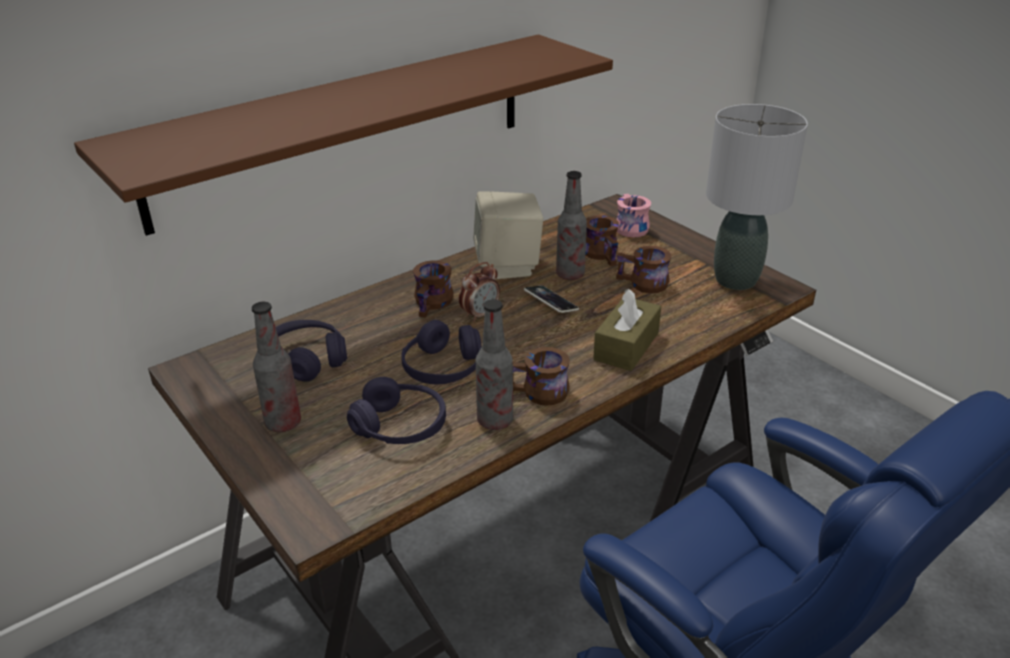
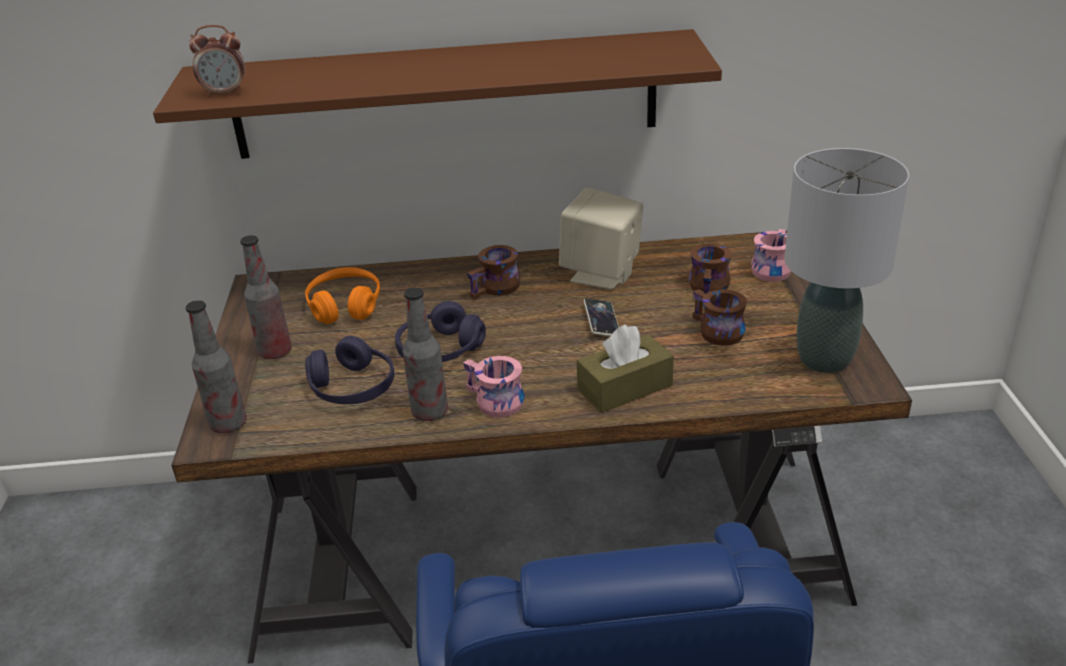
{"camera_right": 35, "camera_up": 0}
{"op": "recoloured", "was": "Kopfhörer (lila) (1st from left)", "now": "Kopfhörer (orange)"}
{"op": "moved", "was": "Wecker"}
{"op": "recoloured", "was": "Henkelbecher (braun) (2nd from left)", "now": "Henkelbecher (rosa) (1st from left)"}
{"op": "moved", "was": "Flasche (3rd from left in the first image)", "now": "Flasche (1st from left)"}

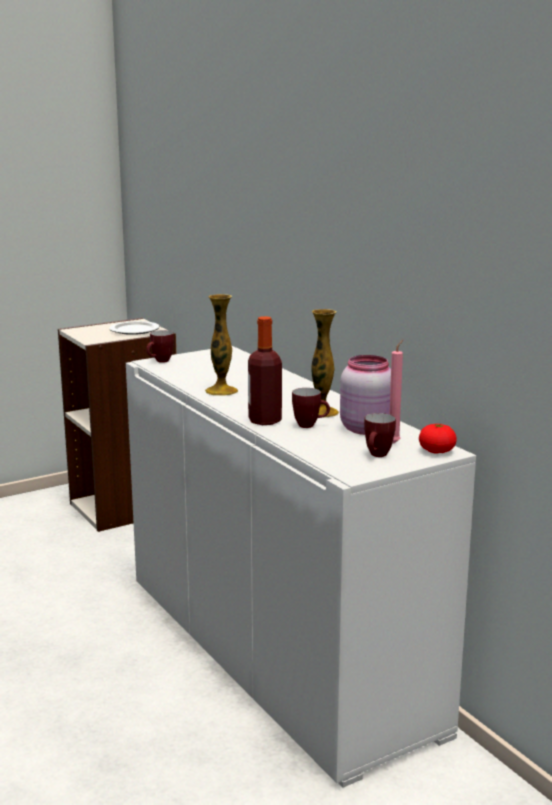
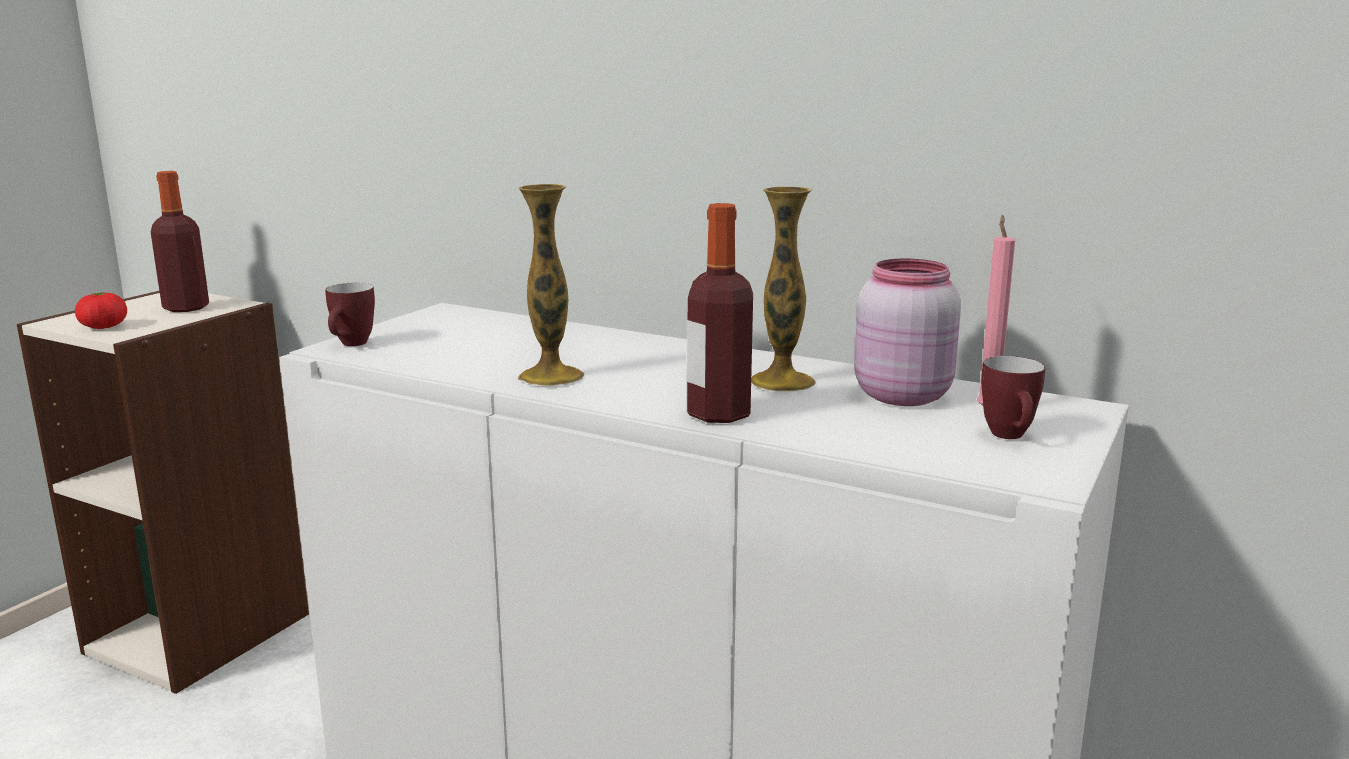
{"camera_right": -30, "camera_up": 0}
{"op": "replaced", "was": "Teller", "now": "Flasche (1st from left)"}
{"op": "removed", "was": "Henkelbecher (2nd from left)"}
{"op": "moved", "was": "Tomate"}

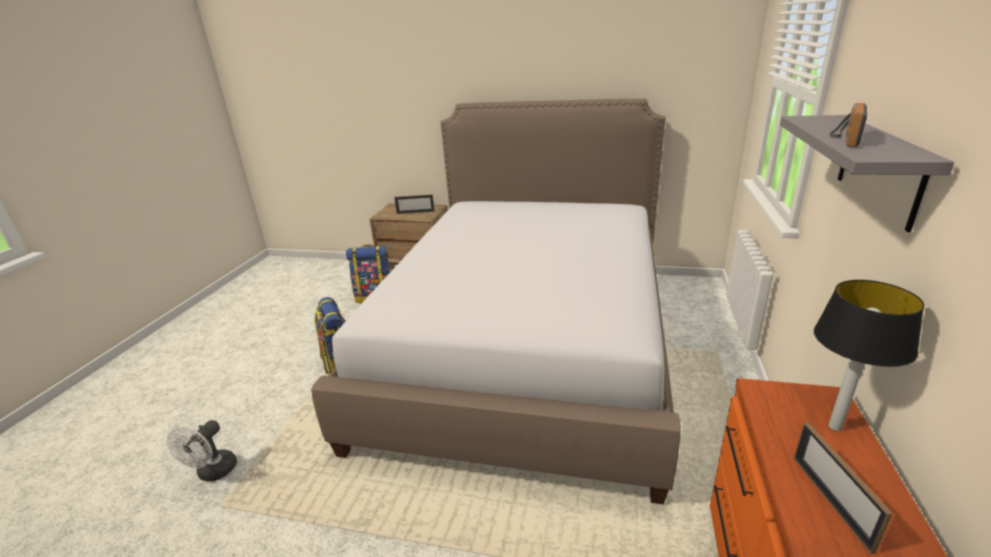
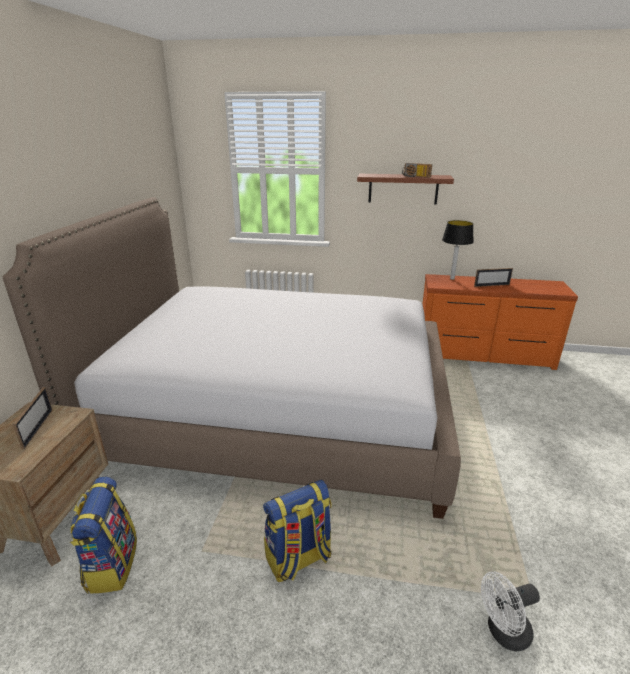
{"camera_right": -95, "camera_up": 0}
{"op": "turned", "was": "Ventilator (weiß)", "clockwise": 150}
{"op": "recoloured", "was": "Wandregal (grau)", "now": "Wandregal (braun)"}

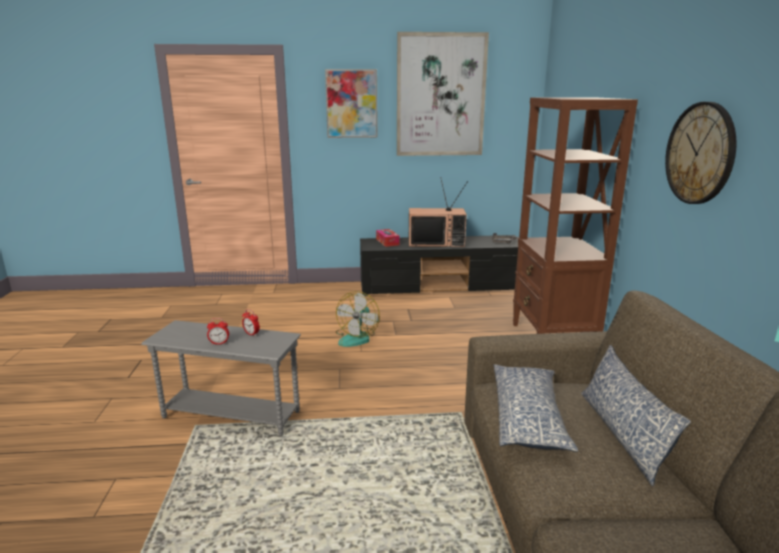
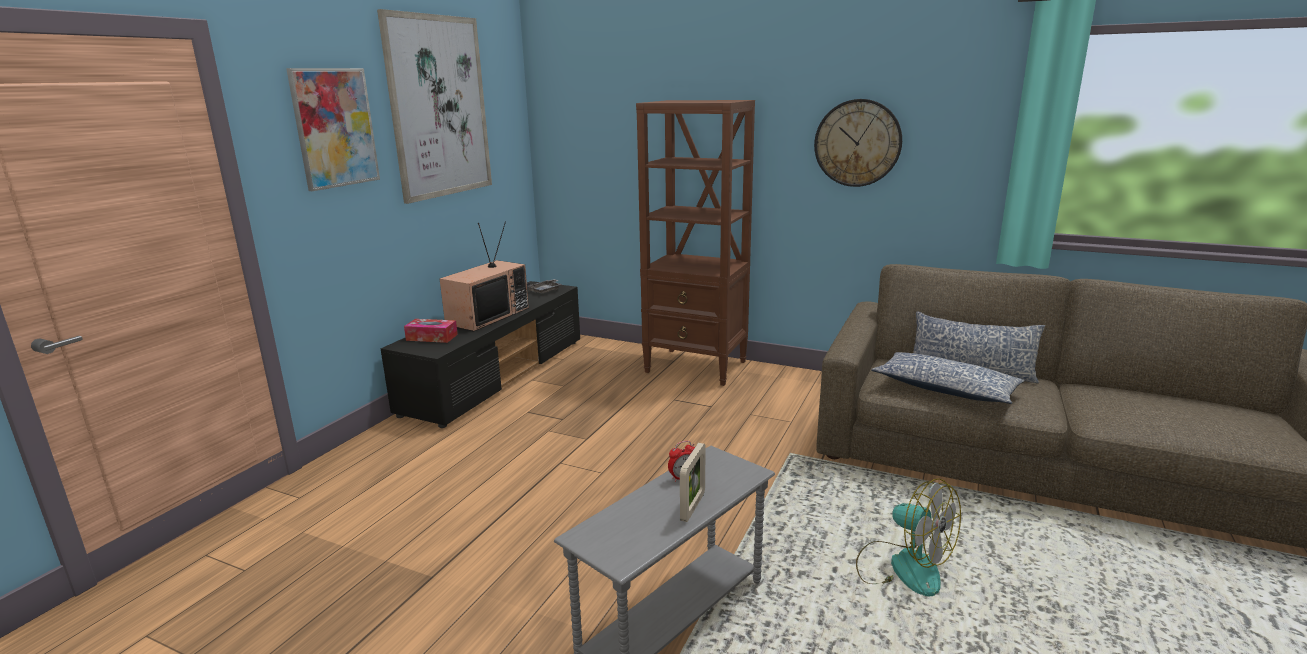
{"camera_right": -60, "camera_up": 0}
{"op": "replaced", "was": "Wecker (1st from left)", "now": "Bilderrahmen"}
{"op": "moved", "was": "Ventilator"}

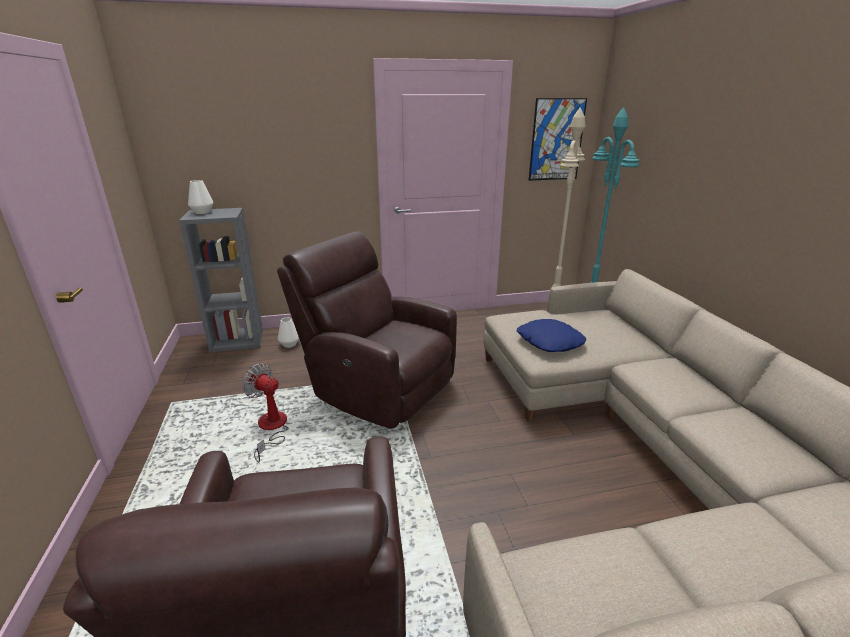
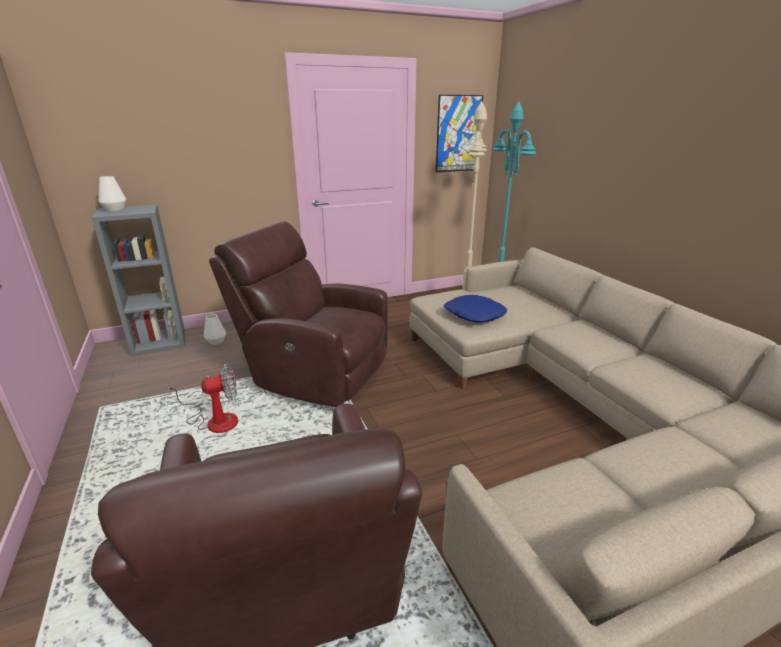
{"camera_right": -10, "camera_up": 0}
{"op": "turned", "was": "Ventilator", "clockwise": 135}

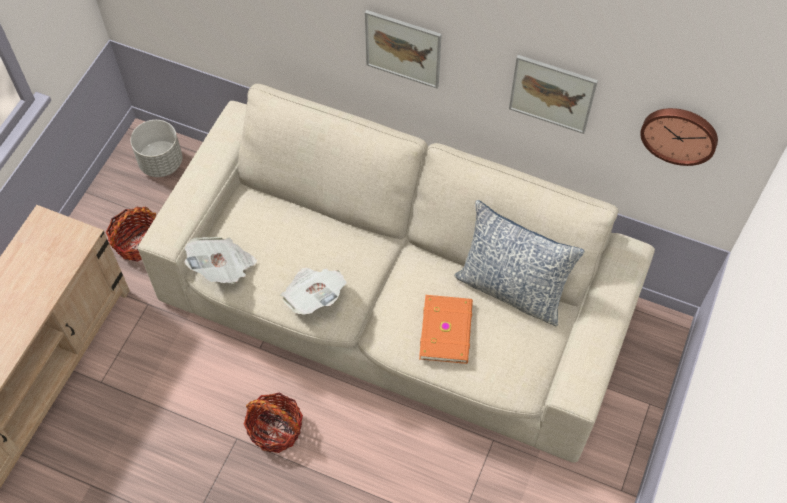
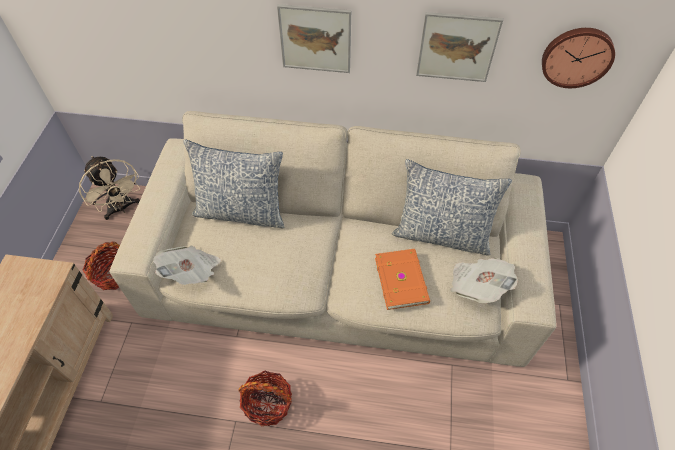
{"camera_right": -15, "camera_up": -5}
{"op": "replaced", "was": "Pflanzkübel (grau)", "now": "Ventilator (beige)"}
{"op": "moved", "was": "Zeitung (2nd from left)"}
{"op": "added", "now": "Kissen (1st from left)"}

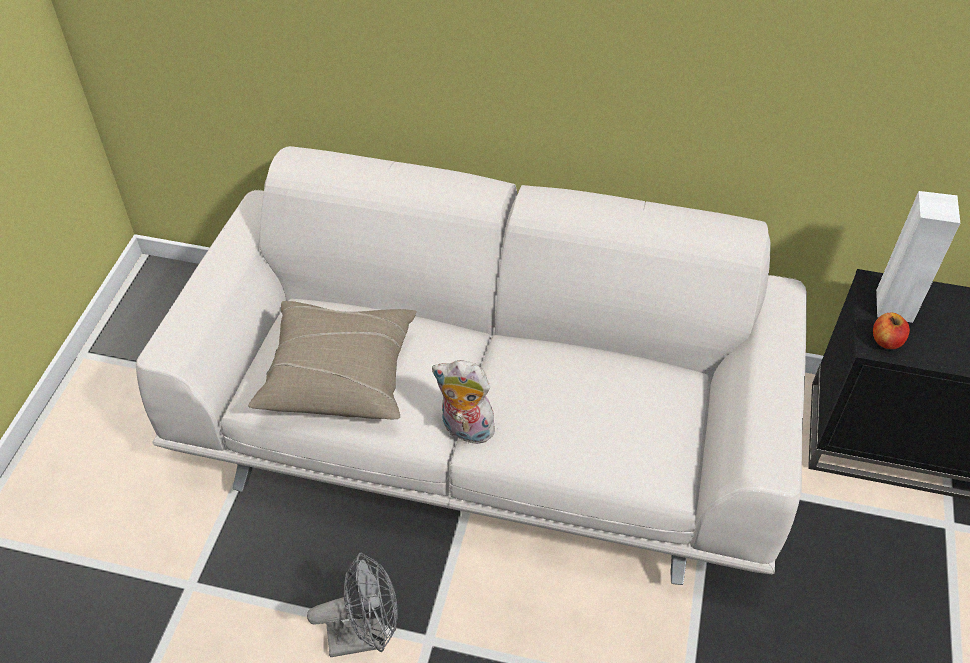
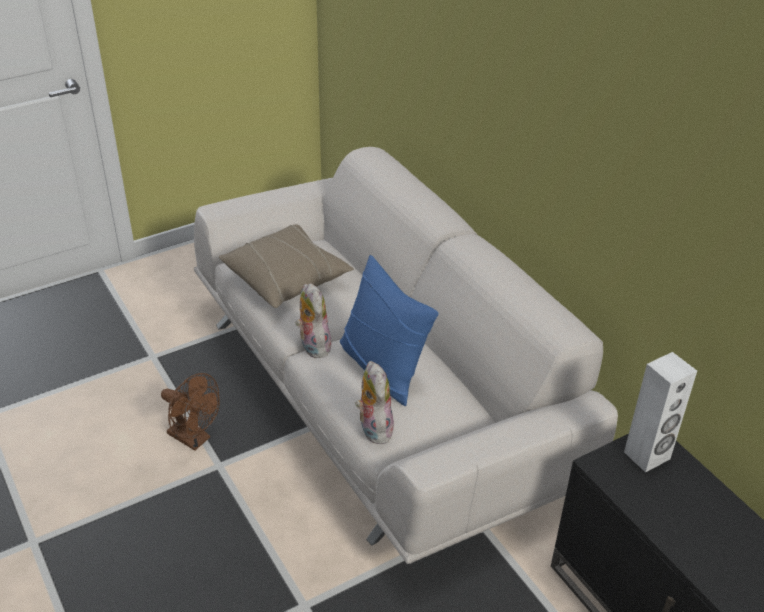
{"camera_right": 45, "camera_up": -10}
{"op": "recoloured", "was": "Ventilator (grau)", "now": "Ventilator (braun)"}
{"op": "removed", "was": "Apfel"}
{"op": "added", "now": "Kissen (blau)"}
{"op": "added", "now": "Plüschtier (2nd from left)"}

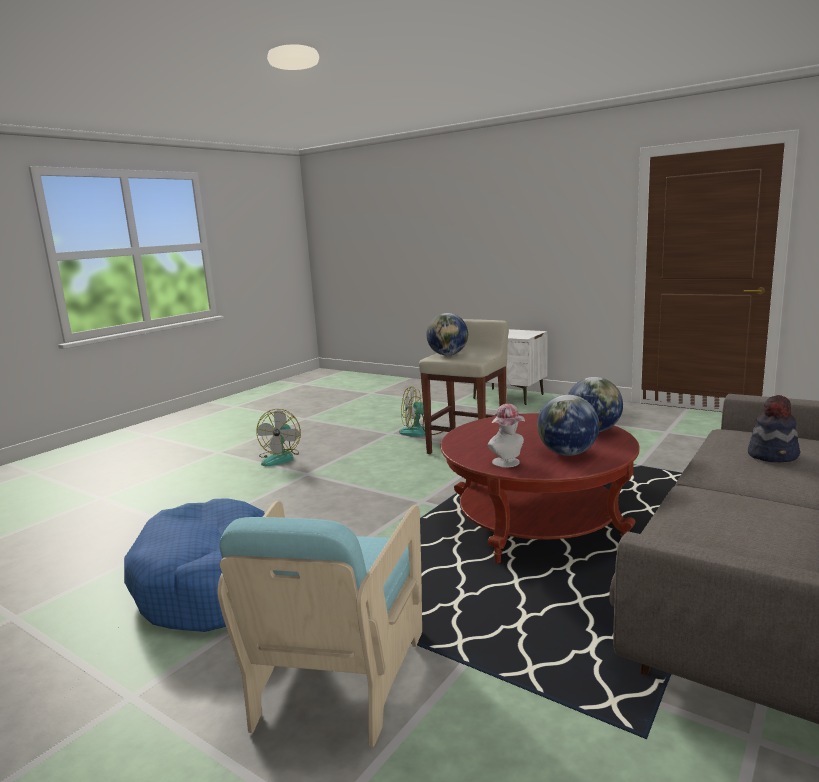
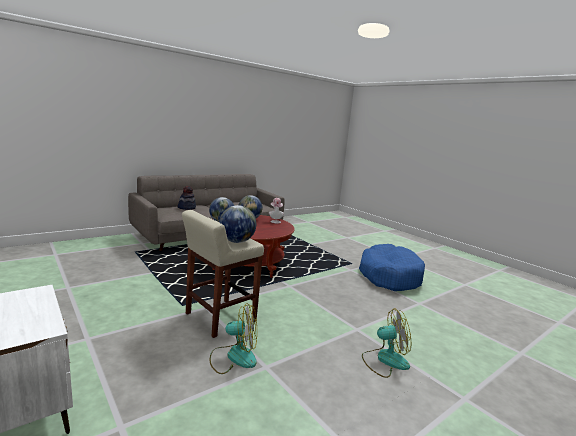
{"camera_right": -165, "camera_up": 0}
{"op": "removed", "was": "Sessel (türkis)"}
{"op": "turned", "was": "Ventilator (1st from left in the first image)", "clockwise": 60}

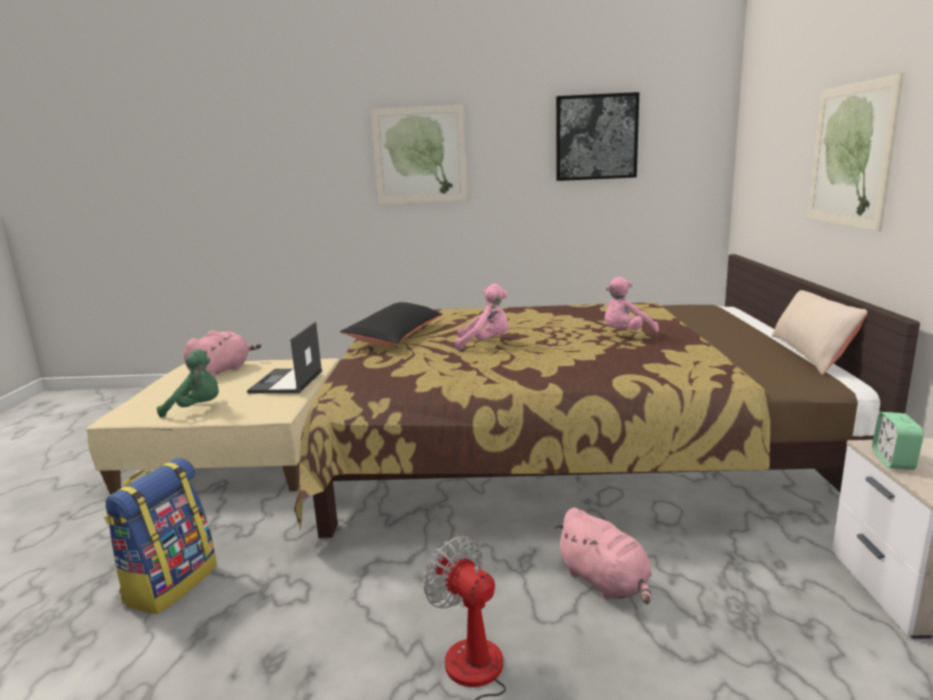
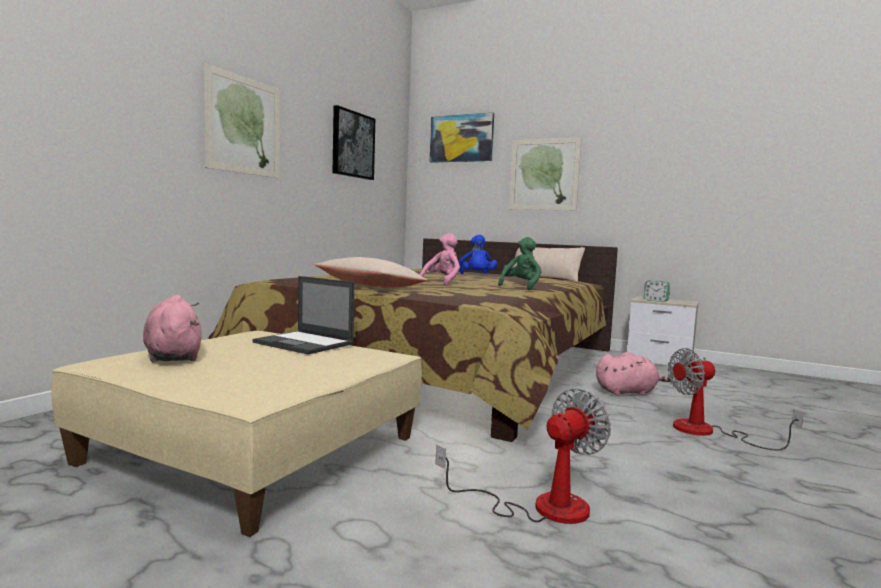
{"camera_right": -65, "camera_up": -10}
{"op": "replaced", "was": "Rucksack", "now": "Ventilator (1st from left)"}
{"op": "moved", "was": "Plüschtier (grün)"}
{"op": "recoloured", "was": "Kissen (schwarz)", "now": "Kissen (beige) (1st from left)"}
{"op": "recoloured", "was": "Plüschtier (rosa) (4th from left)", "now": "Plüschtier (blau)"}
{"op": "added", "now": "Bild (3rd from left)"}

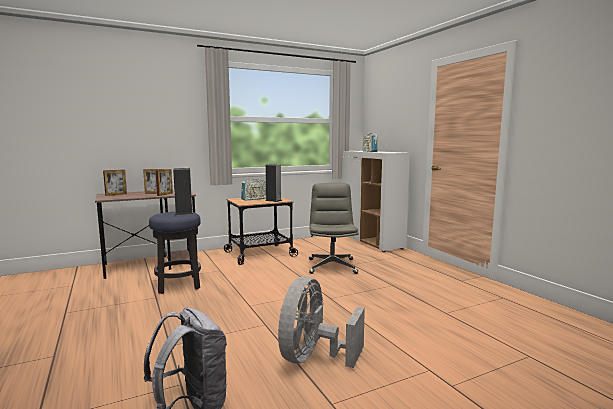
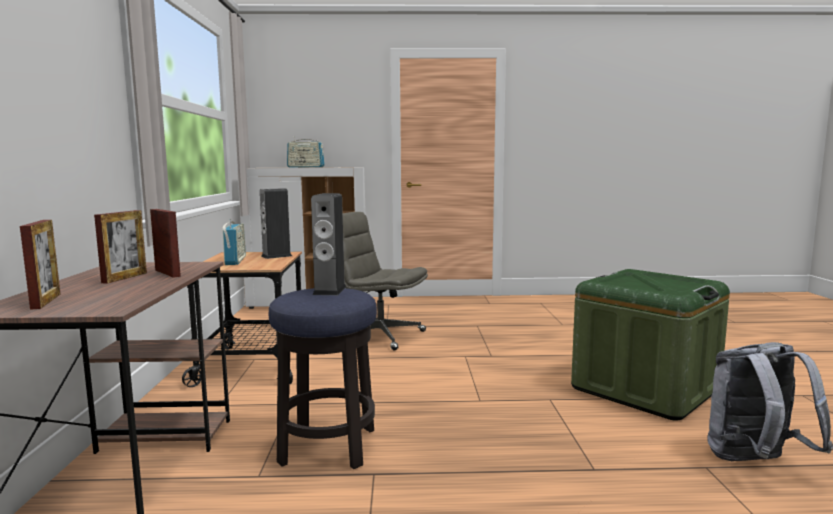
{"camera_right": -65, "camera_up": 0}
{"op": "replaced", "was": "Ventilator (grau)", "now": "Aufbewahrungsbox (grün)"}

